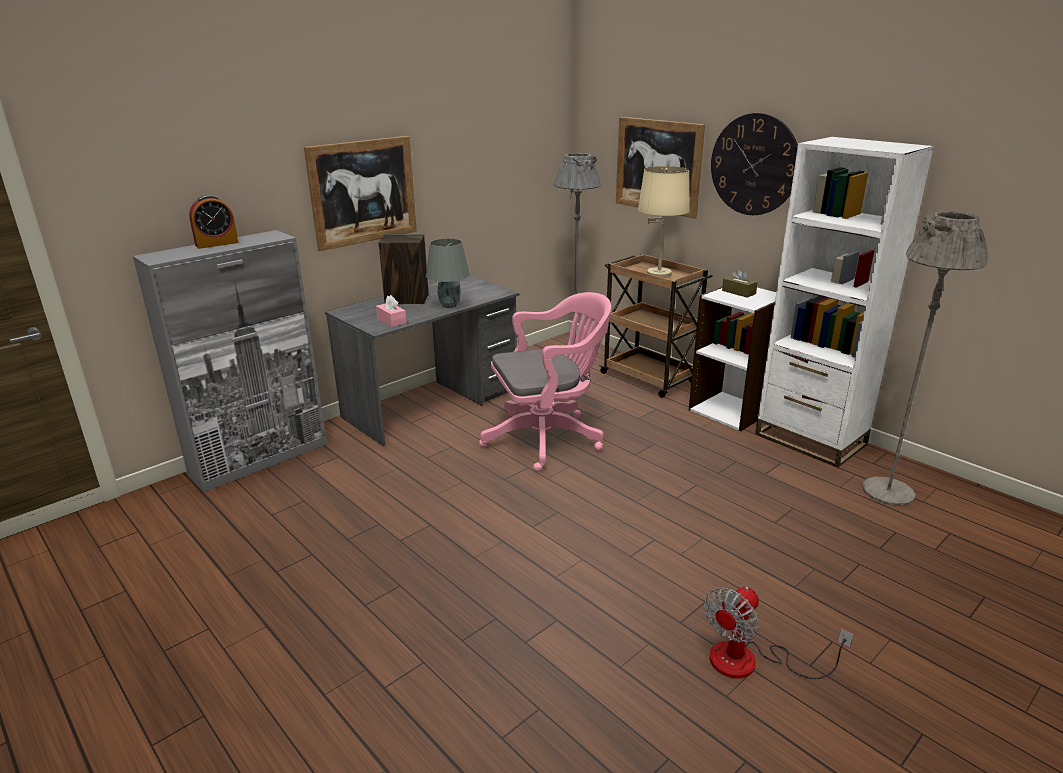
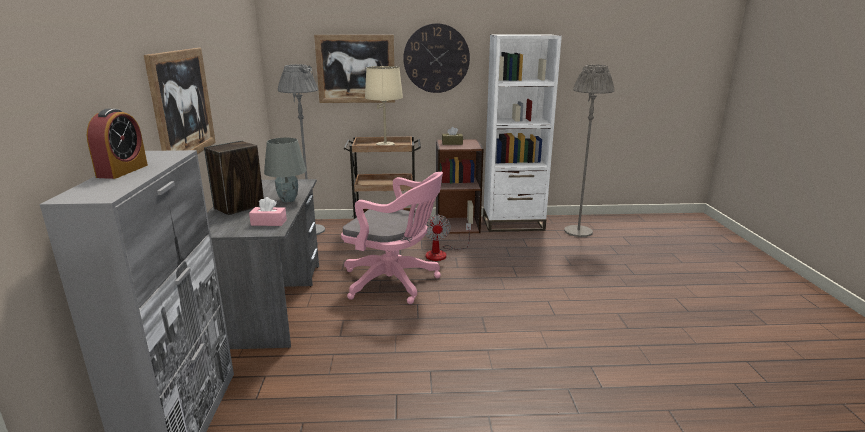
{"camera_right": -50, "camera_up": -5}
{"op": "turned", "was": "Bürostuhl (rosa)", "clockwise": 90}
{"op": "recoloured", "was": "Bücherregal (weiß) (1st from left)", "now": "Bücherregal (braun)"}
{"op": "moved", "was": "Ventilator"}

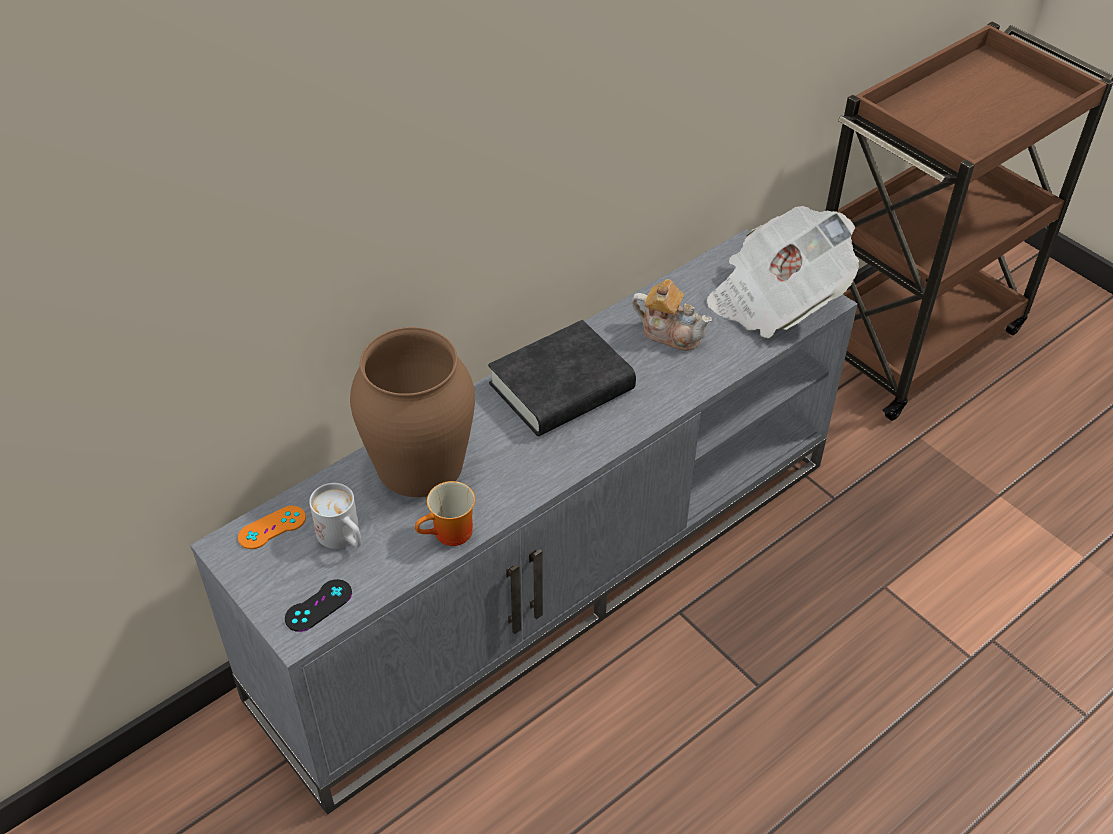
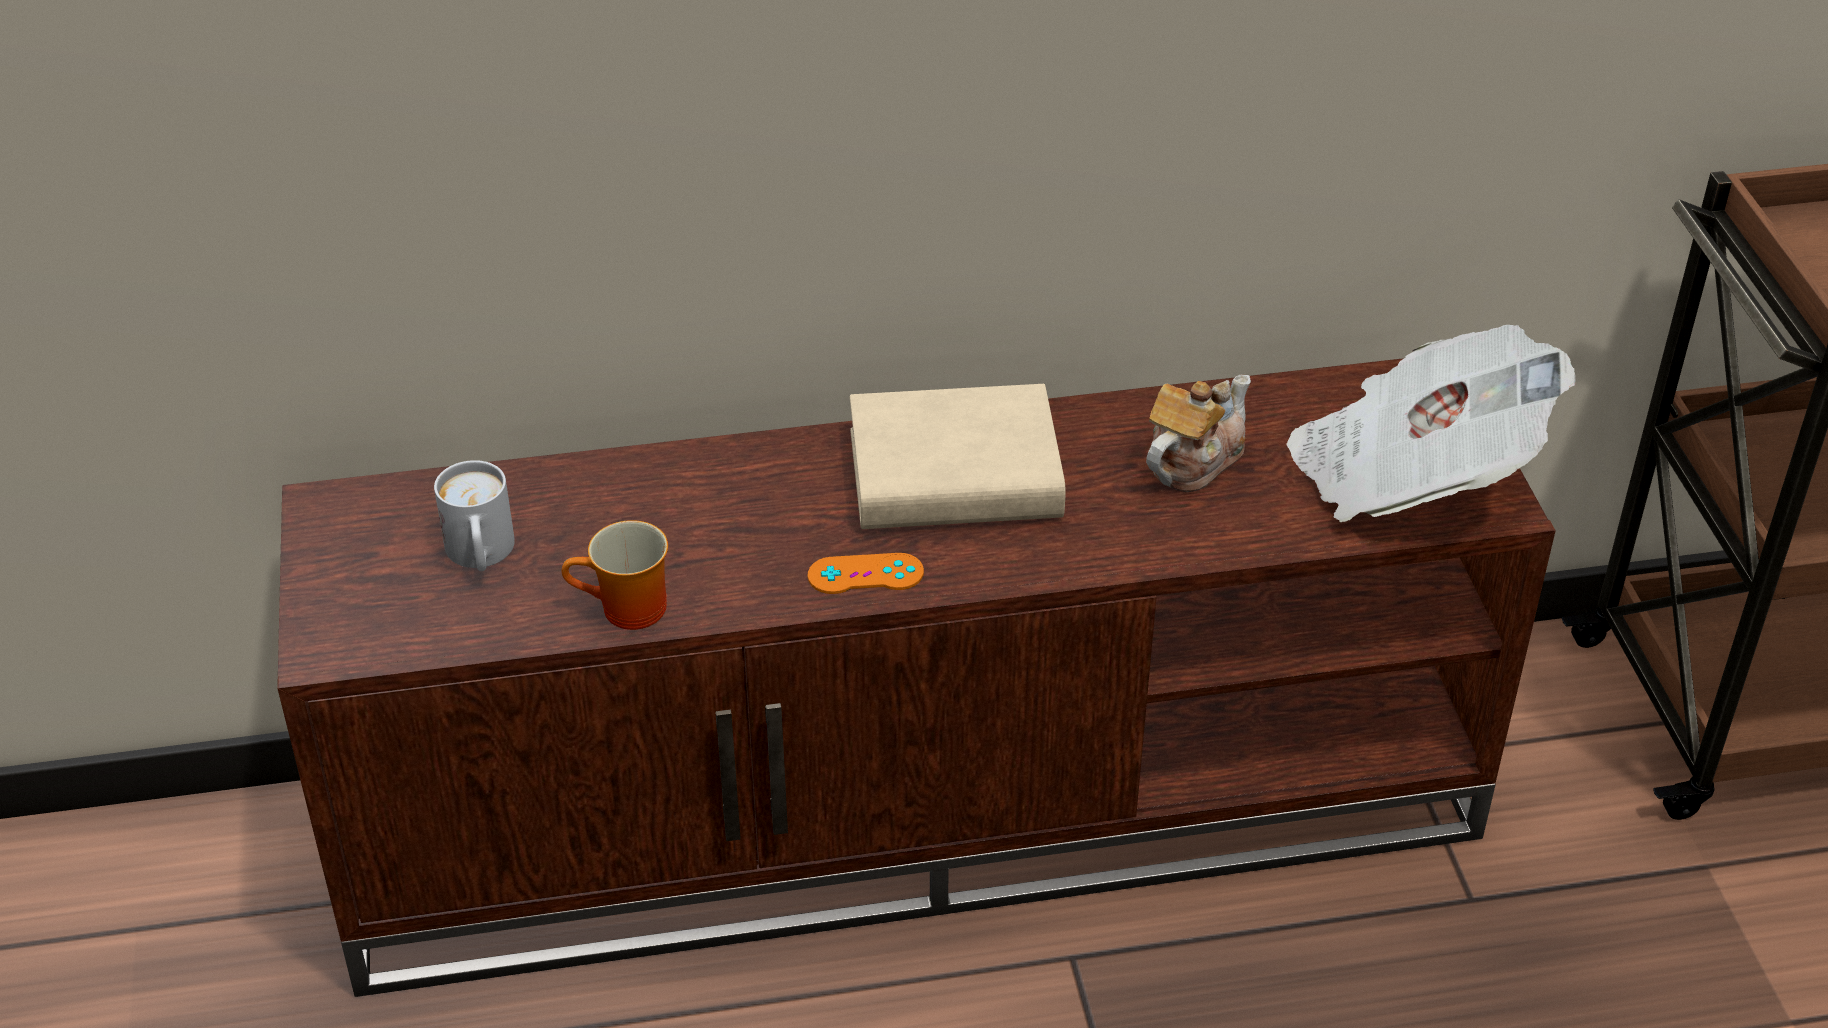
{"camera_right": 30, "camera_up": -5}
{"op": "recoloured", "was": "Fernsehschrank (grau)", "now": "Fernsehschrank (braun)"}
{"op": "moved", "was": "Gamepad (orange)"}
{"op": "removed", "was": "Gamepad (schwarz)"}
{"op": "removed", "was": "Vase (braun)"}
{"op": "recoloured", "was": "Buch (schwarz)", "now": "Buch (beige)"}
{"op": "turned", "was": "Teekanne", "clockwise": -105}

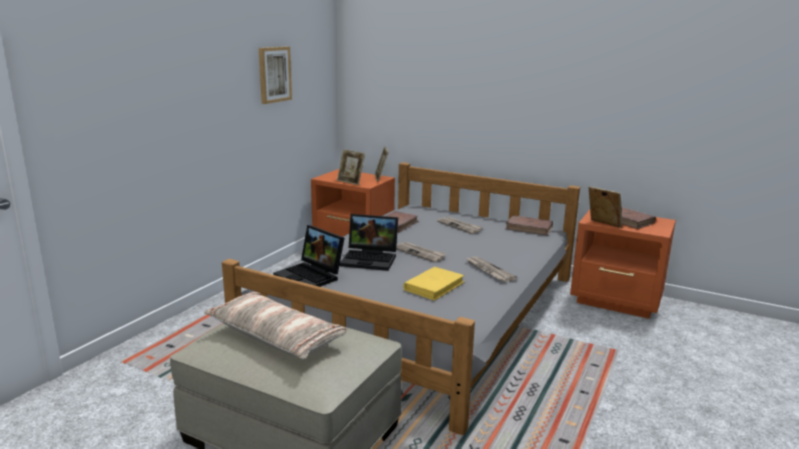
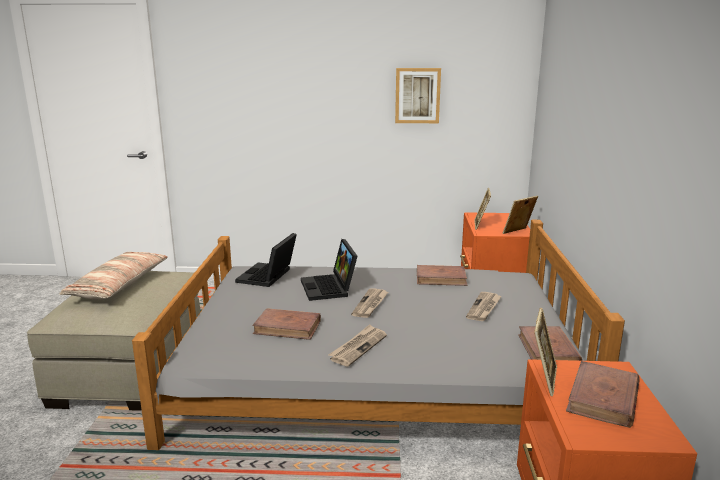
{"camera_right": 65, "camera_up": 0}
{"op": "recoloured", "was": "Buch (gelb)", "now": "Buch (braun) (1st from left)"}

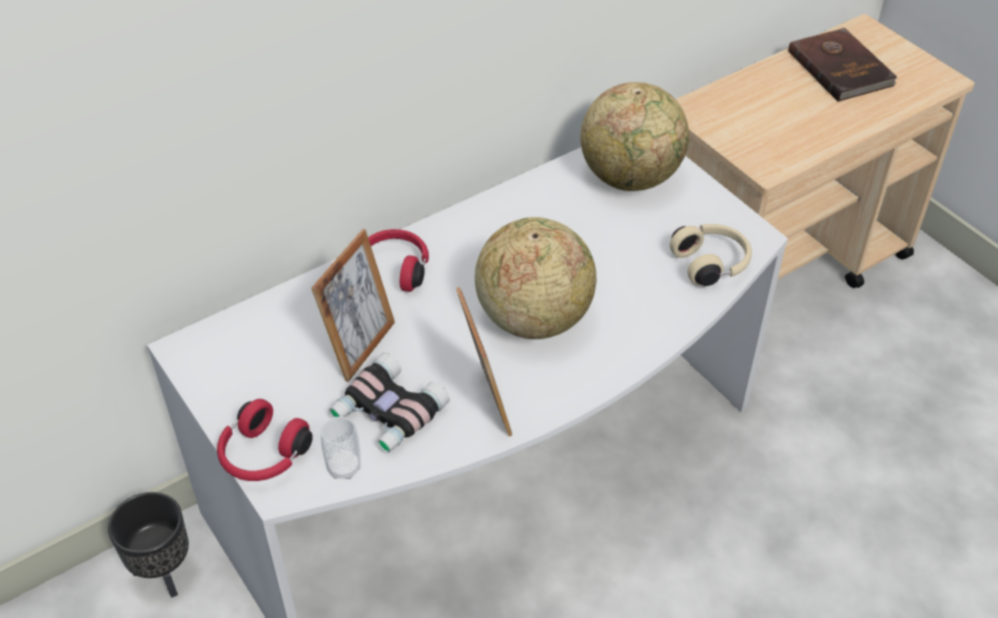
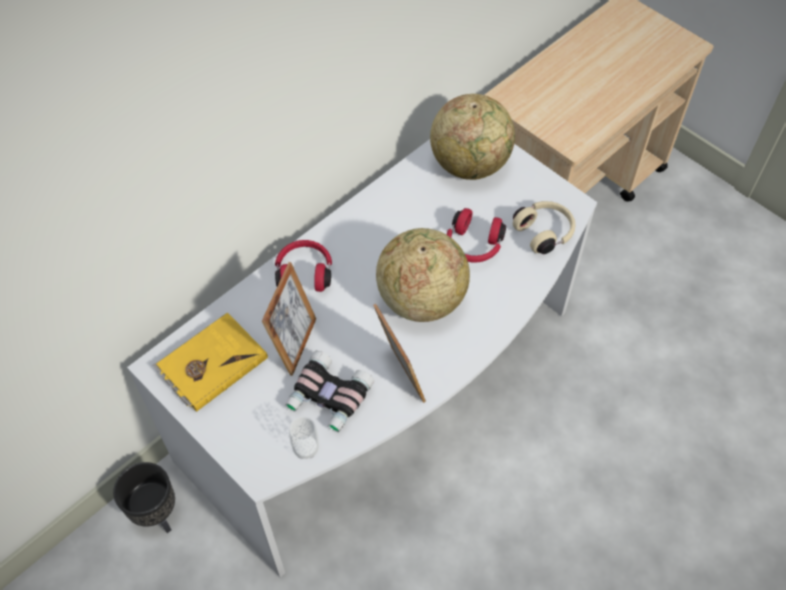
{"camera_right": -10, "camera_up": 10}
{"op": "moved", "was": "Kopfhörer (rot) (1st from left in the first image)", "now": "Kopfhörer (rot) (2nd from left)"}
{"op": "removed", "was": "Buch (braun)"}
{"op": "added", "now": "Buch (gelb)"}

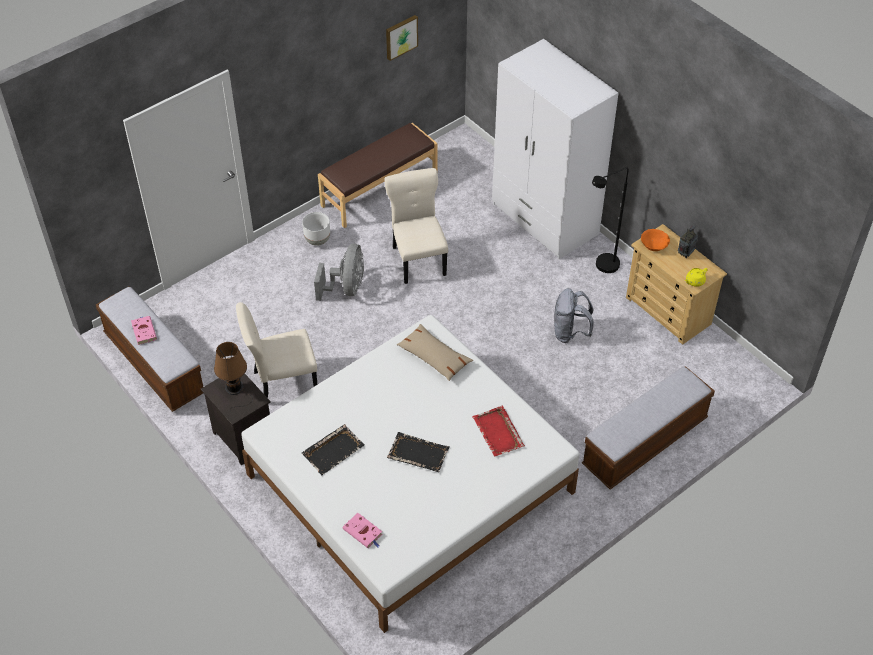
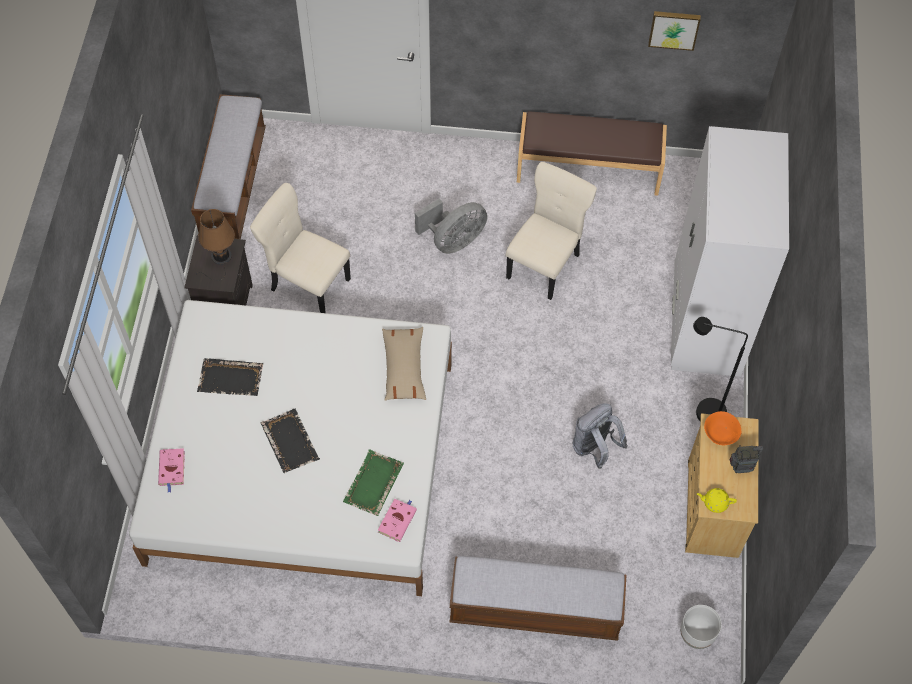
{"camera_right": 45, "camera_up": 10}
{"op": "moved", "was": "Buch (rosa) (1st from left in the first image)", "now": "Buch (rosa) (2nd from left)"}
{"op": "moved", "was": "Pflanzkübel (weiß)"}
{"op": "recoloured", "was": "Tablett (rot)", "now": "Tablett (grün)"}

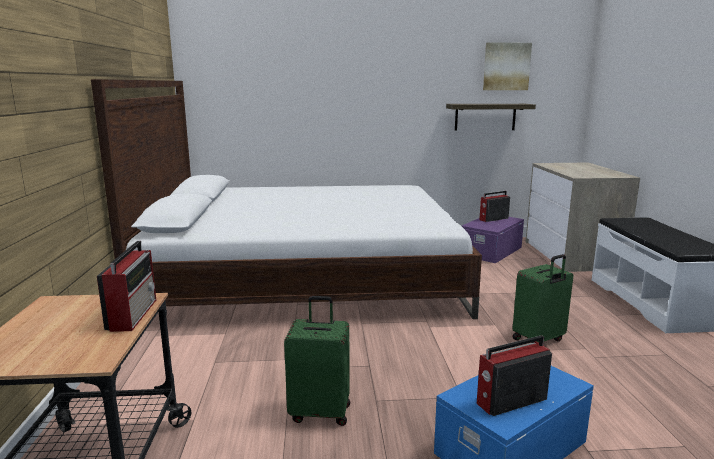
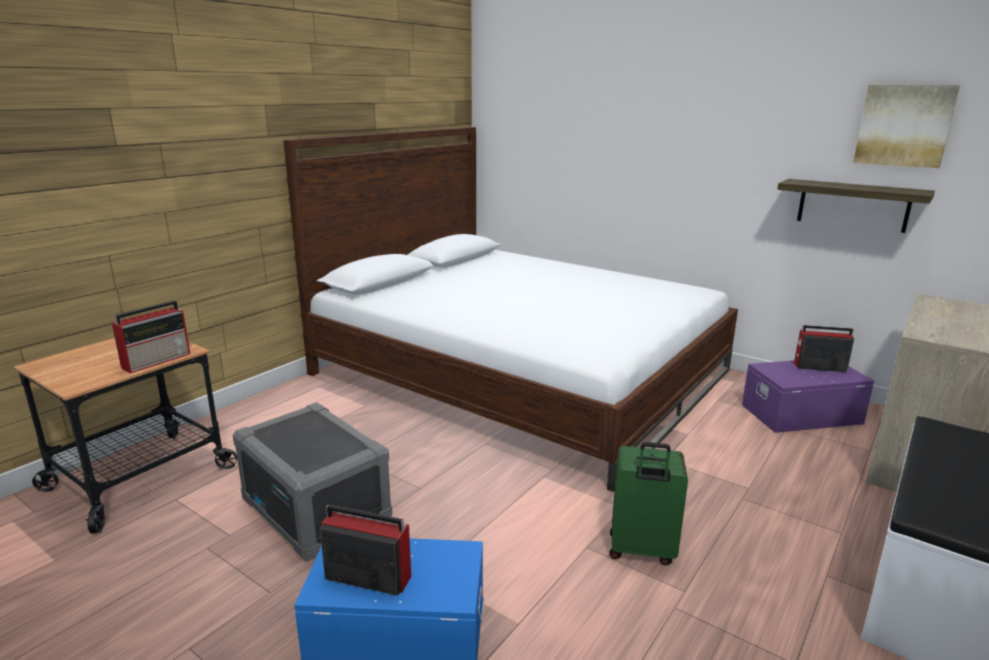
{"camera_right": 40, "camera_up": 5}
{"op": "replaced", "was": "Koffer (grün) (1st from left)", "now": "Aufbewahrungsbox (grau)"}

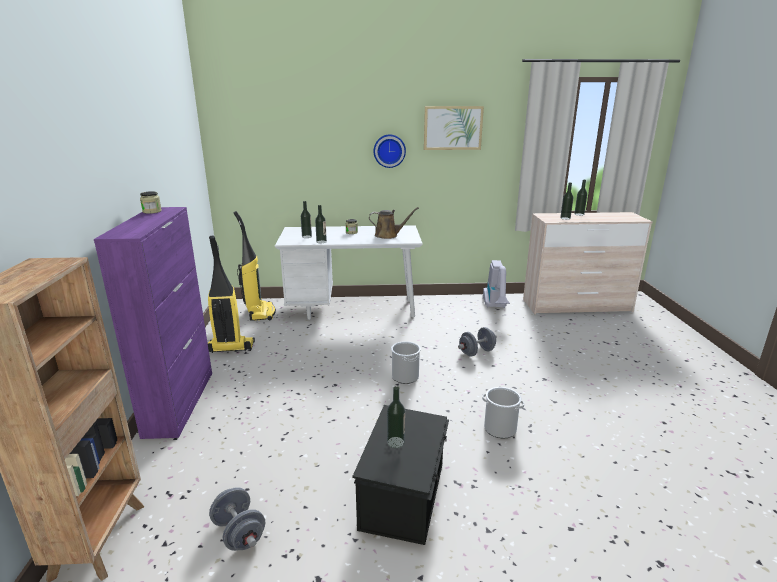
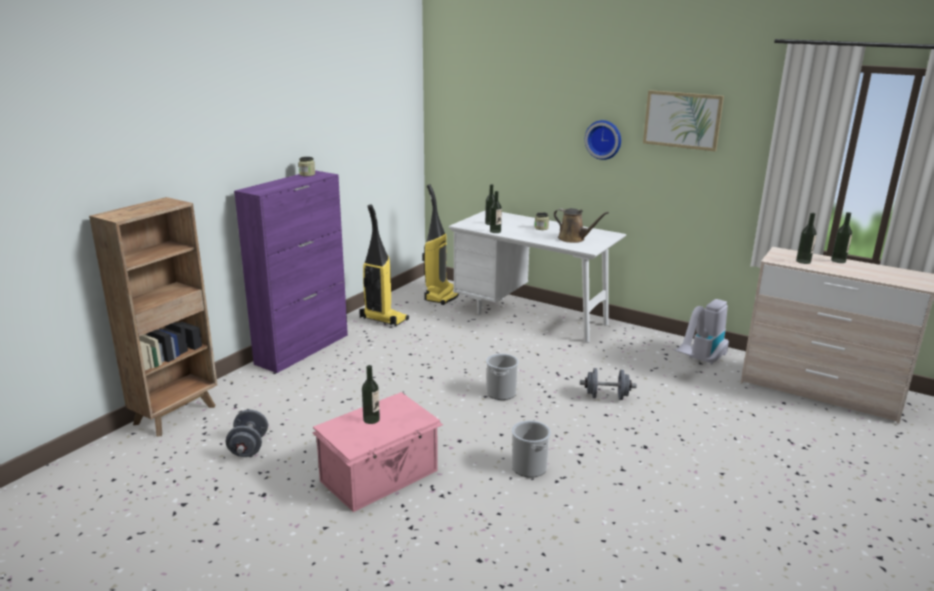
{"camera_right": 35, "camera_up": 0}
{"op": "recoloured", "was": "Aufbewahrungsbox (schwarz)", "now": "Aufbewahrungsbox (rosa)"}

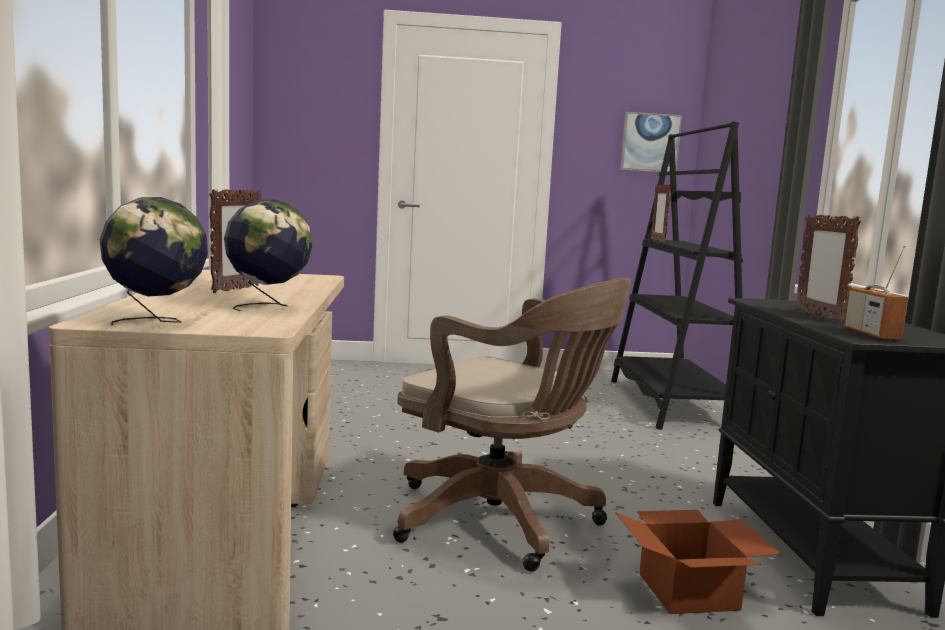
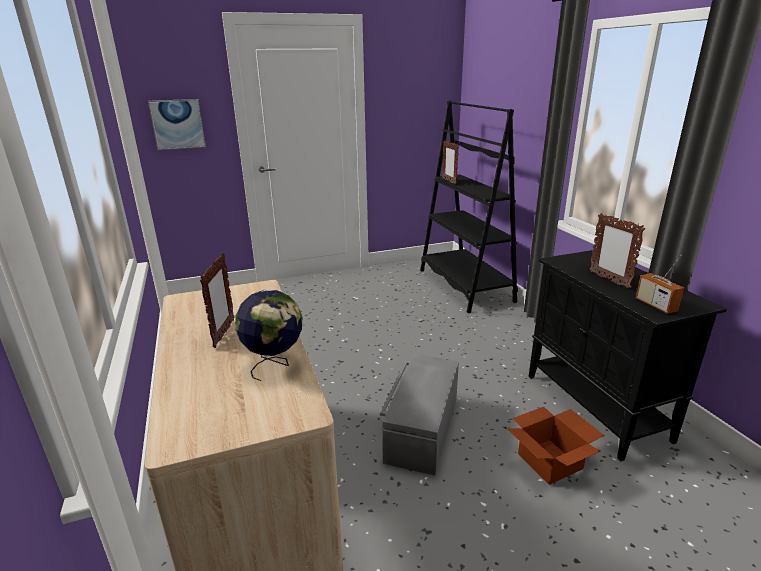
{"camera_right": -15, "camera_up": 15}
{"op": "removed", "was": "Globus (1st from left)"}
{"op": "replaced", "was": "Bürostuhl (braun)", "now": "Aufbewahrungsbox (grau)"}
{"op": "moved", "was": "Bild"}

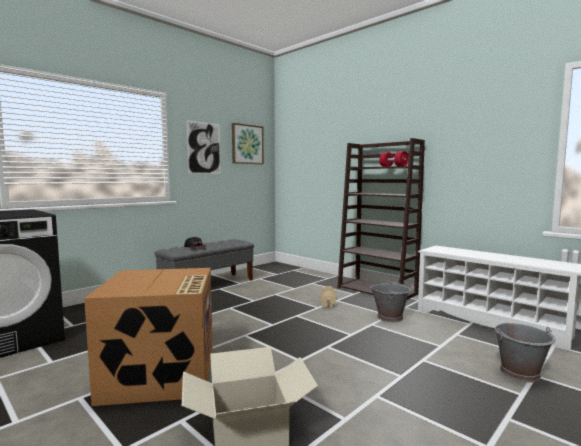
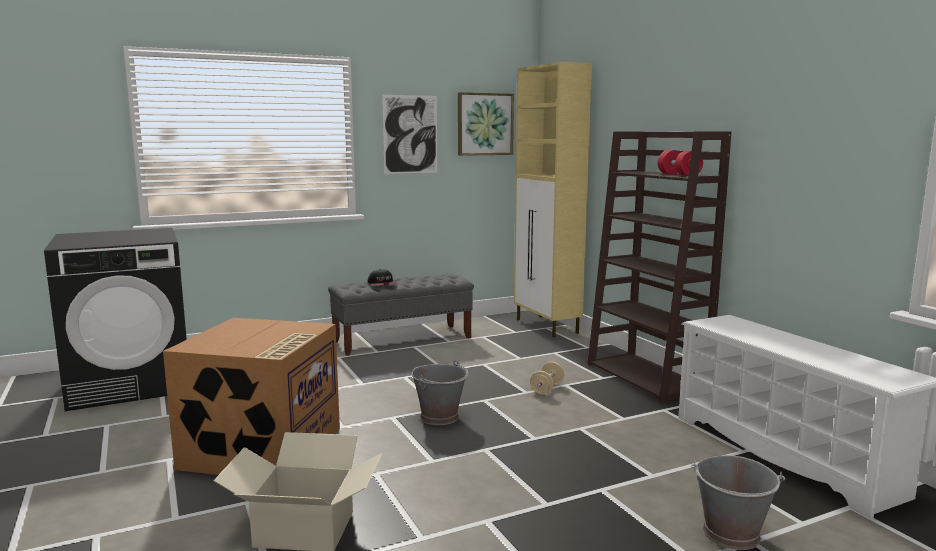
{"camera_right": 20, "camera_up": 5}
{"op": "moved", "was": "Eimer (grau) (1st from left)"}
{"op": "added", "now": "Schrank (beige)"}

